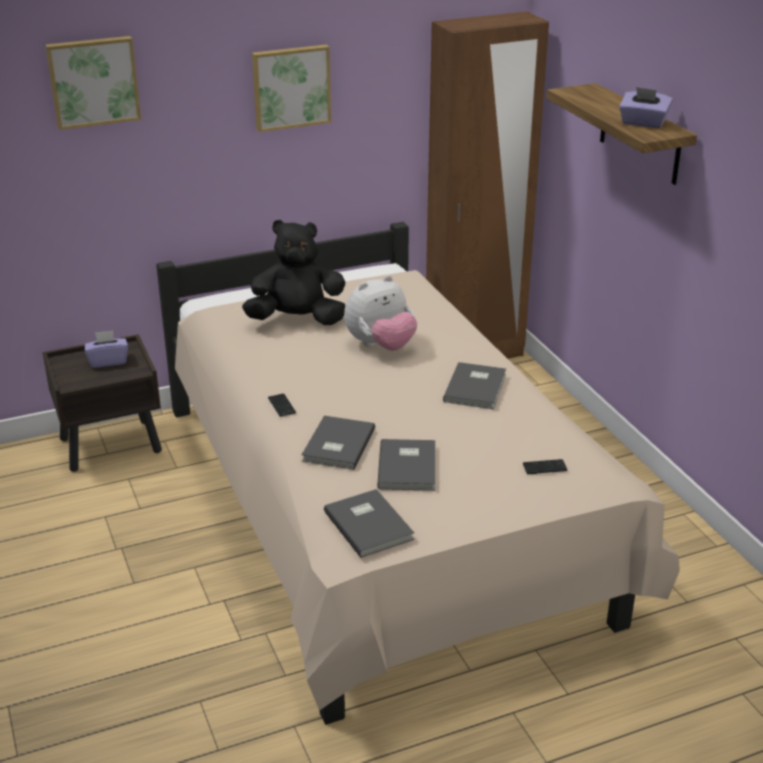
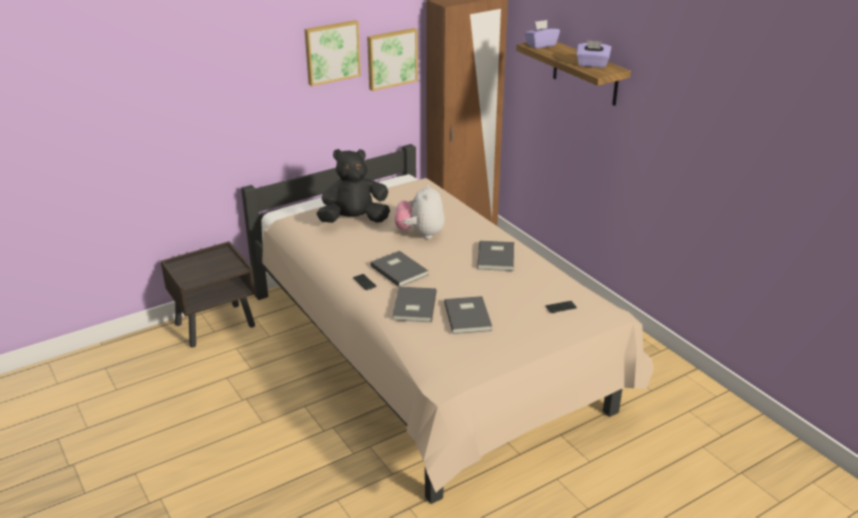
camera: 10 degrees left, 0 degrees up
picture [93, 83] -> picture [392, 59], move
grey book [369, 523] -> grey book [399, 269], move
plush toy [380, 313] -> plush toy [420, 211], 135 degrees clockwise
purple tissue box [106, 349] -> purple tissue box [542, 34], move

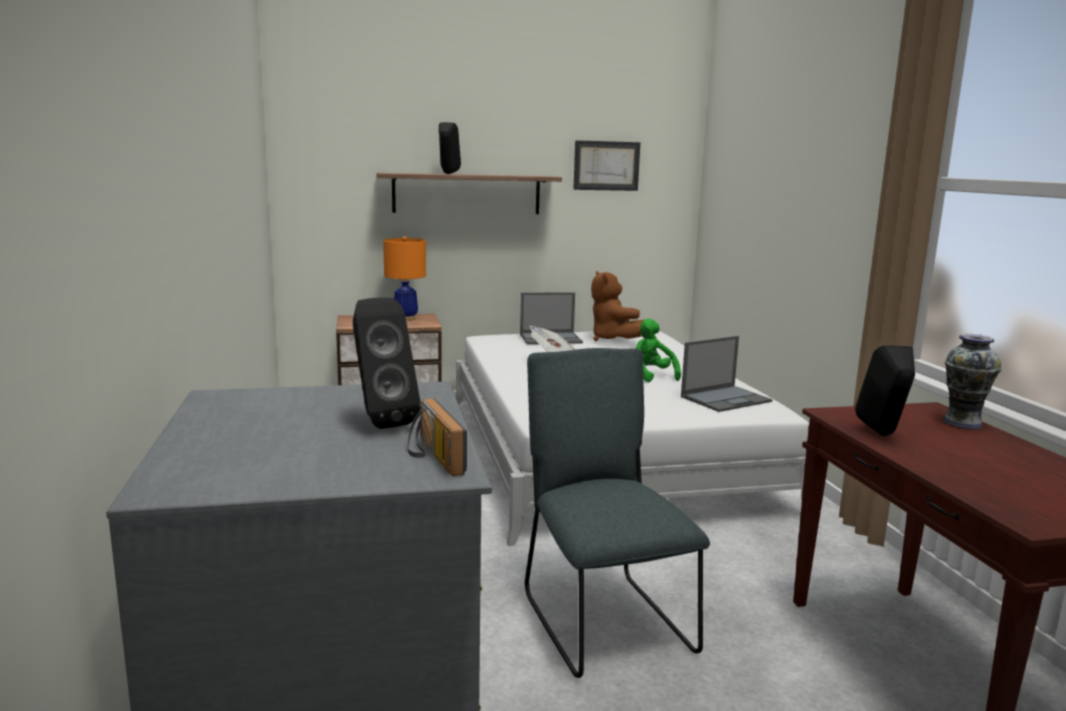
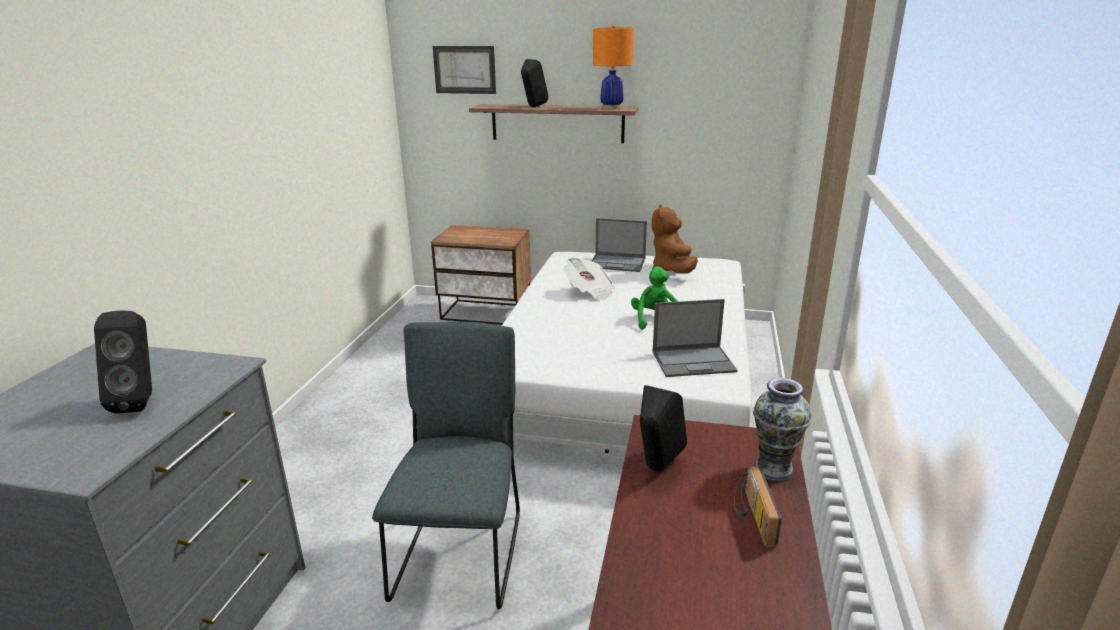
camera: 25 degrees right, 10 degrees up
picture [606, 165] -> picture [464, 70], move
orange table lamp [404, 279] -> orange table lamp [613, 66], move
radio [437, 437] -> radio [758, 506], move

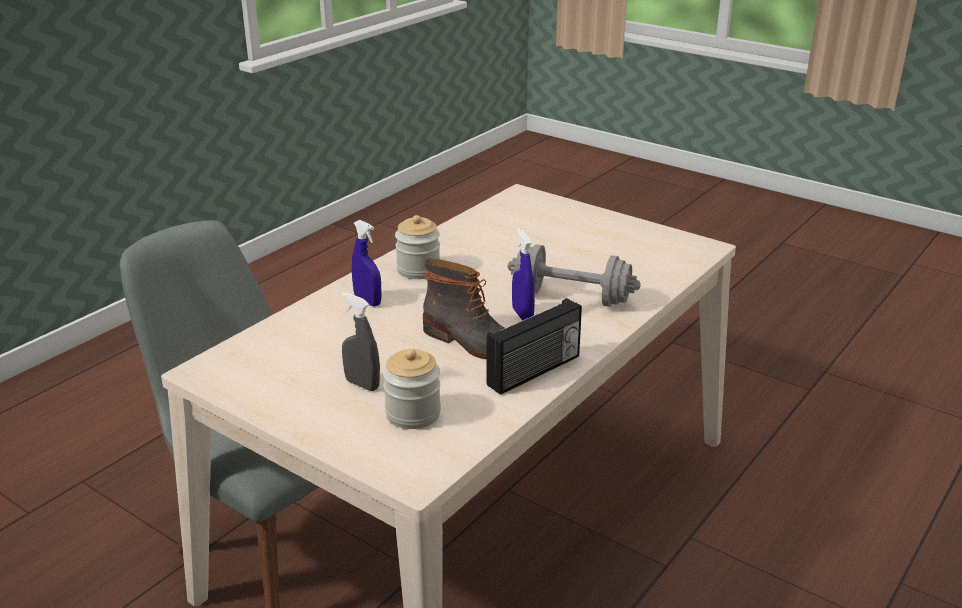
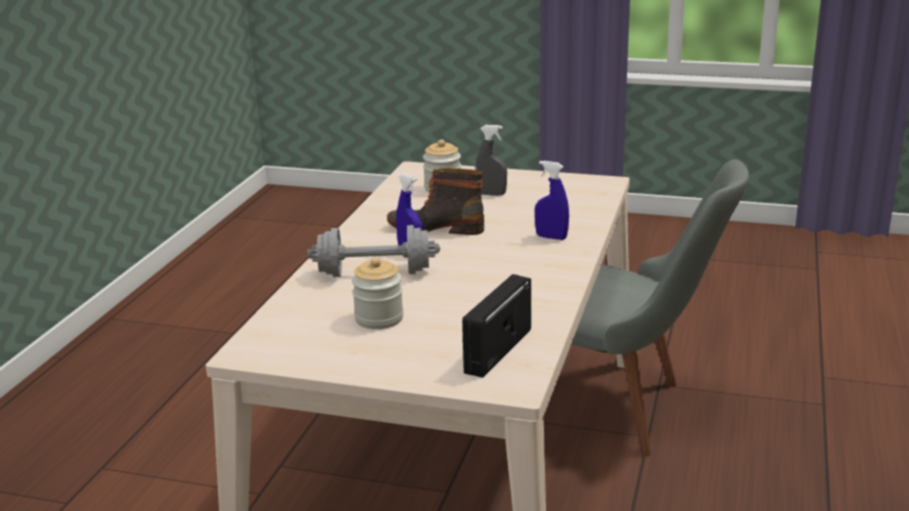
camera: 160 degrees right, 5 degrees down
jar [417, 247] -> jar [378, 293], move
radio [534, 346] -> radio [496, 326], move

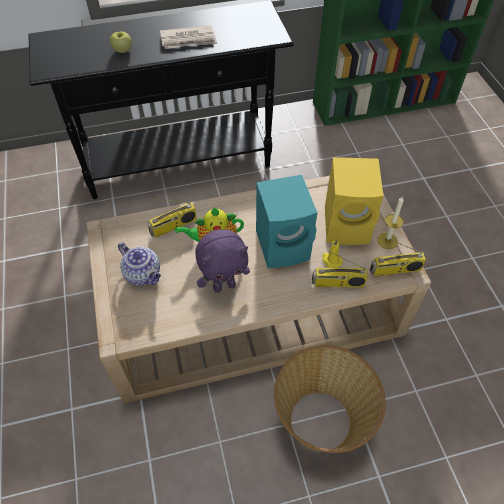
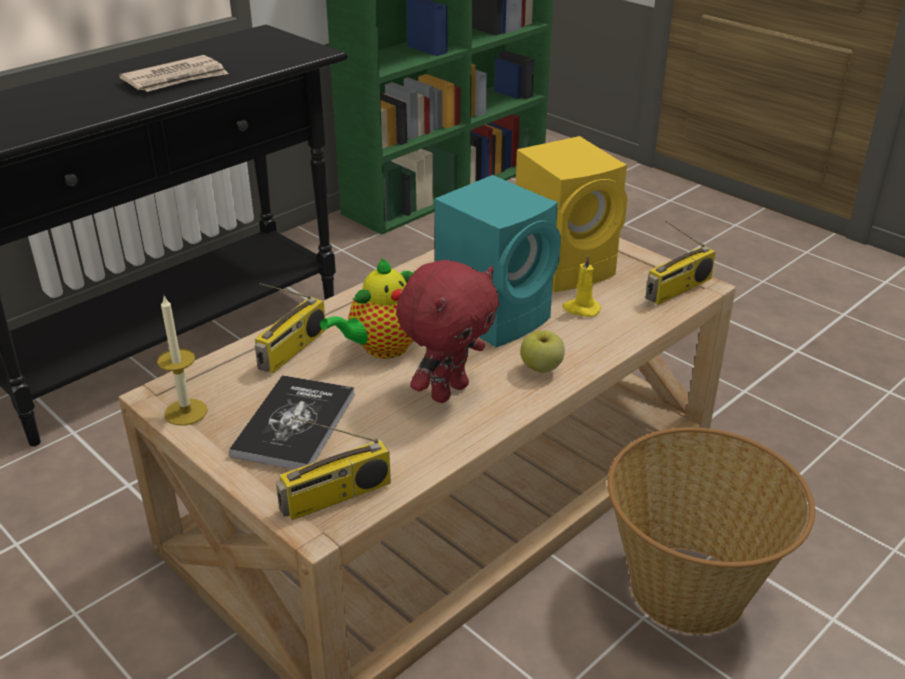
camera: 30 degrees left, 20 degrees down
candle [390, 222] -> candle [182, 361], move
teapot [139, 264] -> book [292, 422]
radio [340, 268] -> radio [333, 468], move
purple plush toy [222, 261] -> red plush toy [447, 331]
apple [121, 42] -> apple [542, 351], move

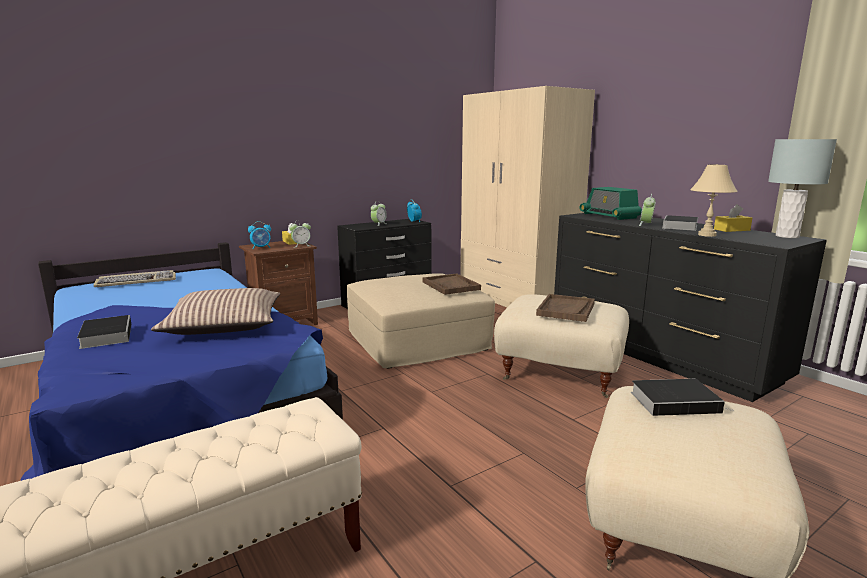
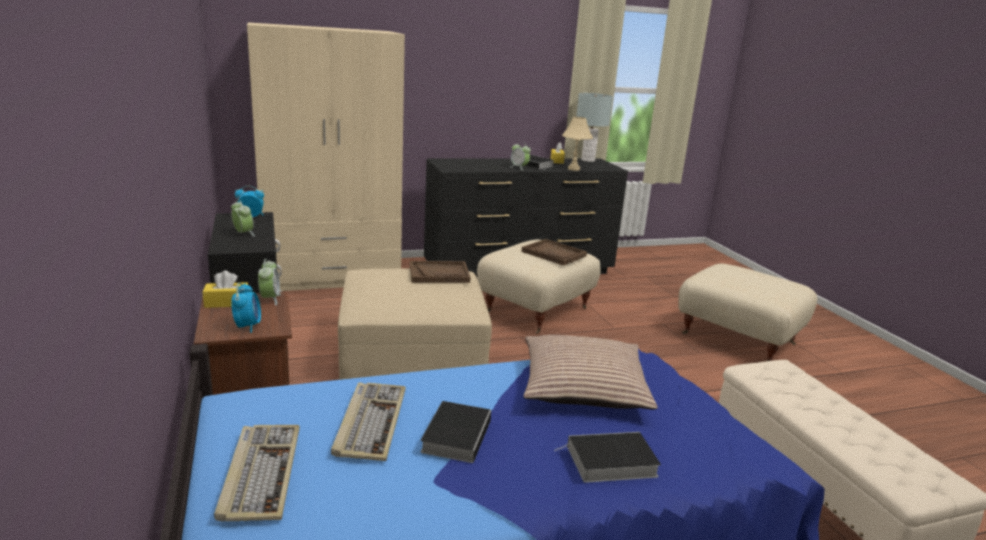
camera: 75 degrees left, 5 degrees up
none -> keyboard [368, 421]
book [682, 397] -> book [455, 432], move
radio [610, 203] -> none

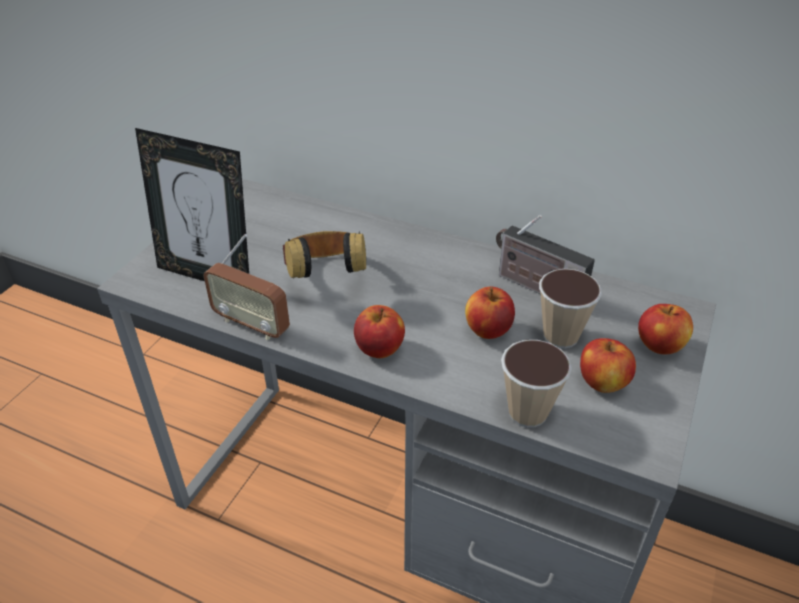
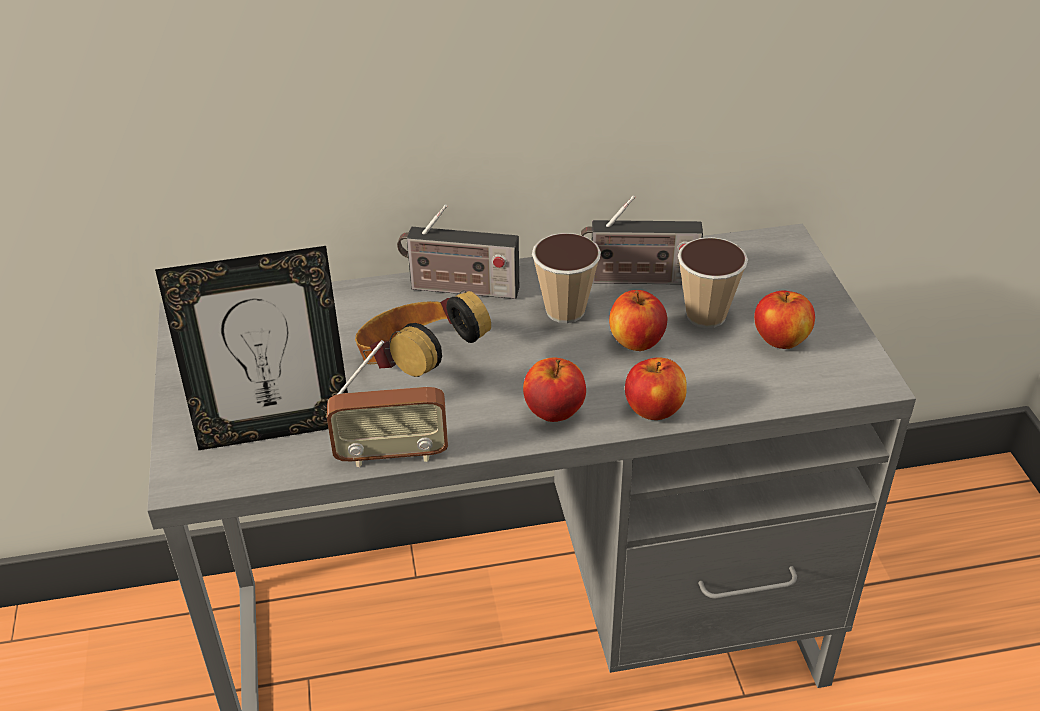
camera: 35 degrees left, 0 degrees up
none -> radio [458, 251]
cup [536, 384] -> cup [566, 278], move
apple [665, 329] -> apple [656, 388], move

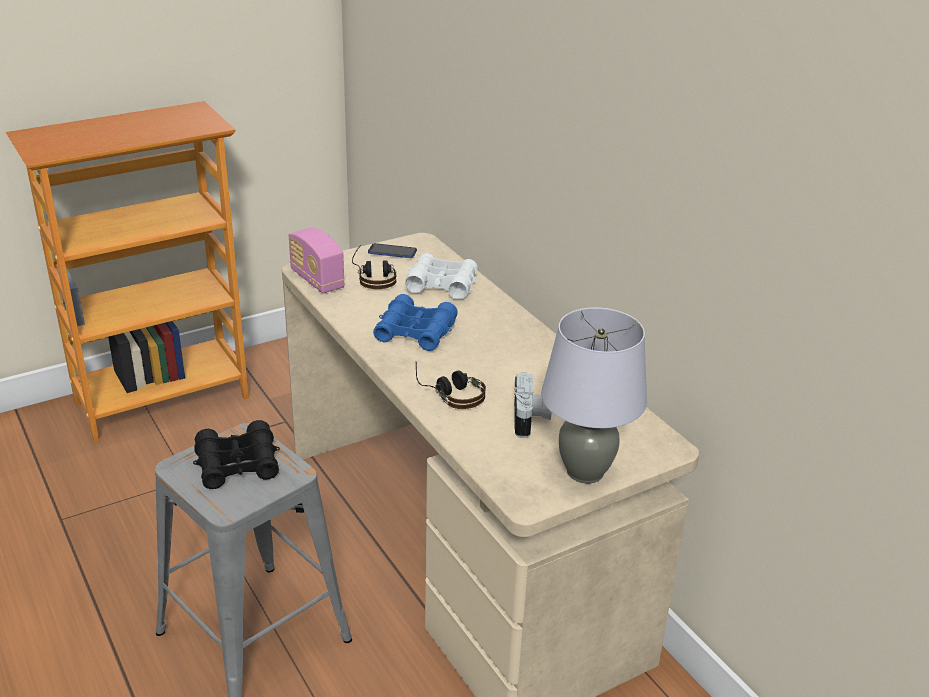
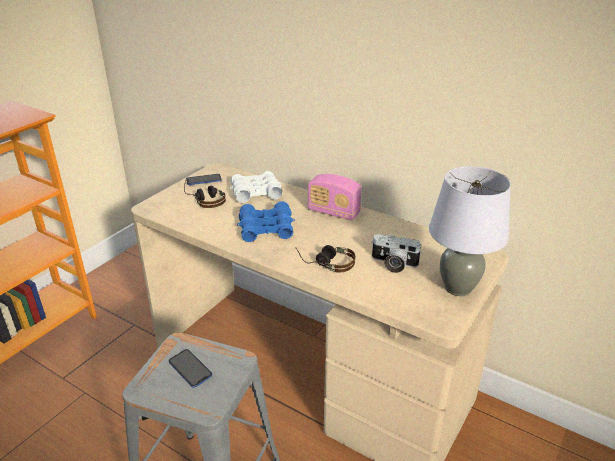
camera: 25 degrees left, 0 degrees up
black binoculars [236, 454] -> phone [190, 368]
radio [317, 261] -> radio [335, 197], move
photo camera [533, 405] -> photo camera [396, 253], 135 degrees clockwise

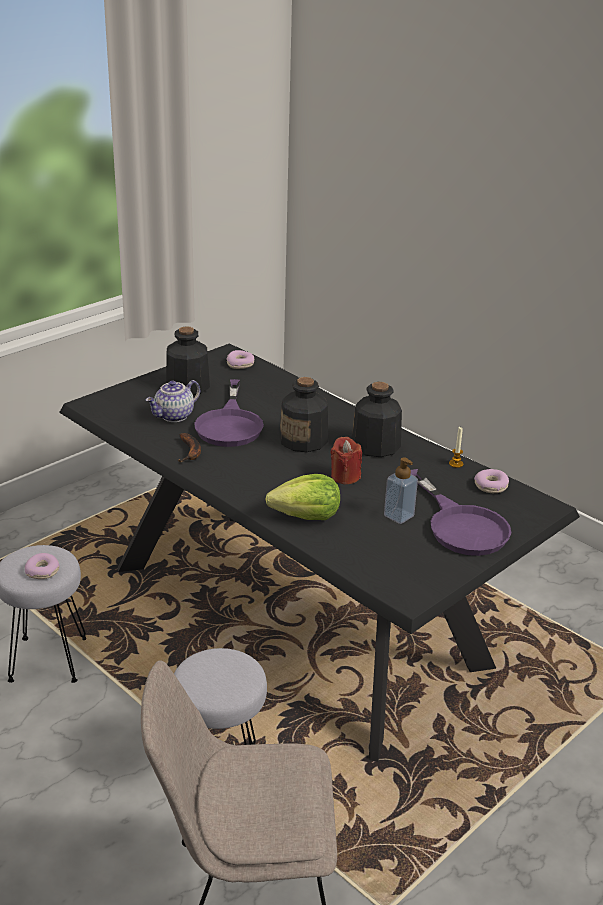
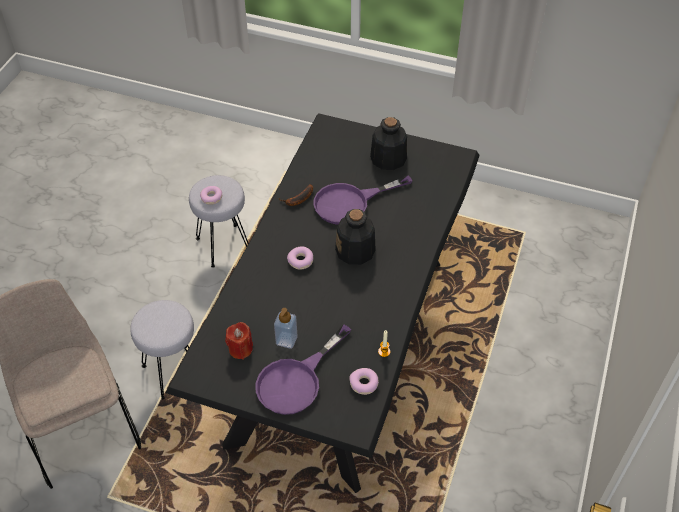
camera: 65 degrees right, 20 degrees up
red candle [346, 460] -> red candle [239, 341], move
donut [240, 359] -> donut [300, 258], move
teapot [173, 401] -> none
lettuce [302, 497] -> none
bottle [376, 419] -> none

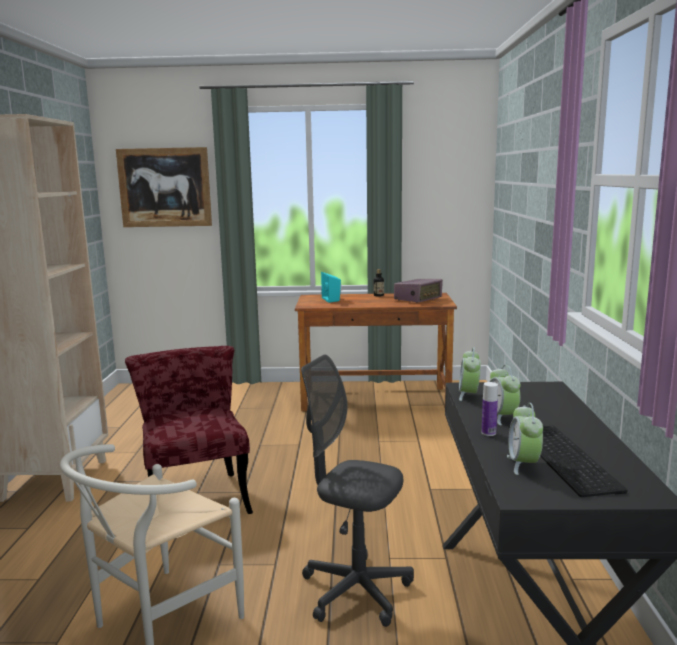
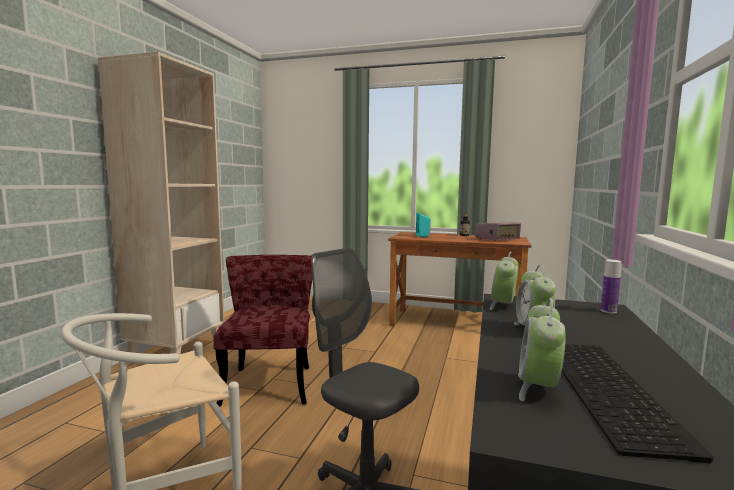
camera: 15 degrees right, 5 degrees down
bottle [490, 409] -> bottle [611, 286], move
picture [164, 187] -> none

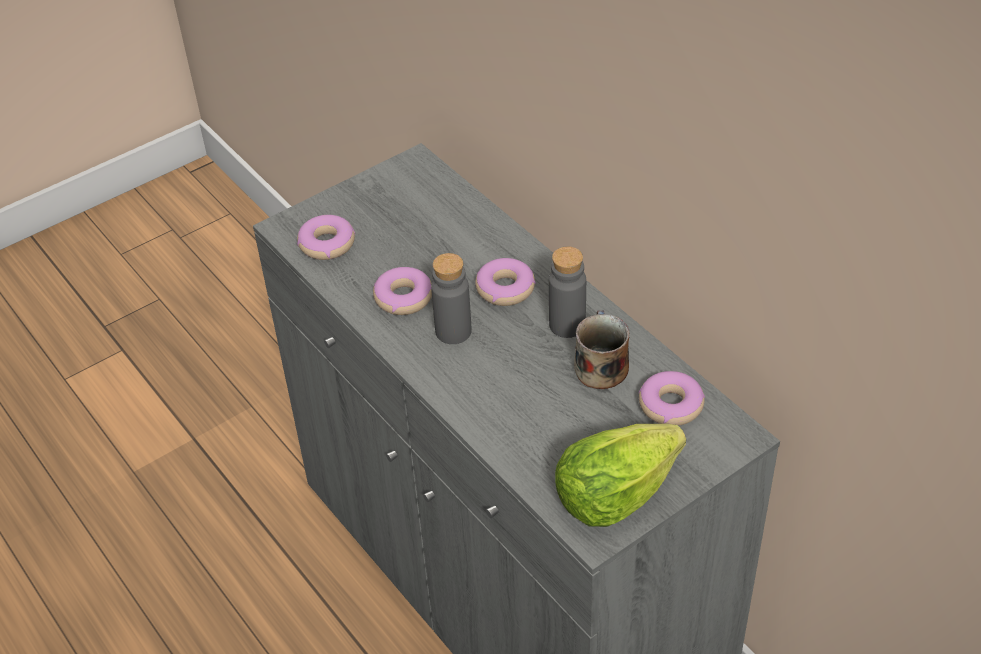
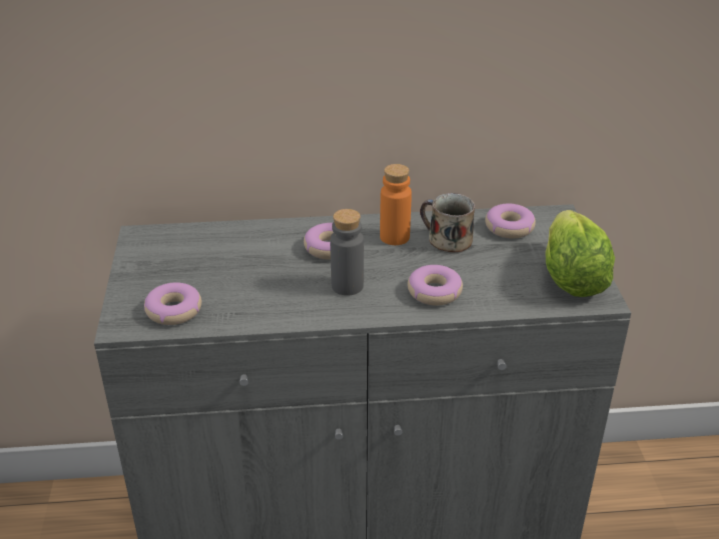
camera: 60 degrees left, 10 degrees down
grey bottle [567, 292] -> orange bottle [396, 204]
donut [402, 291] -> donut [435, 285], move

